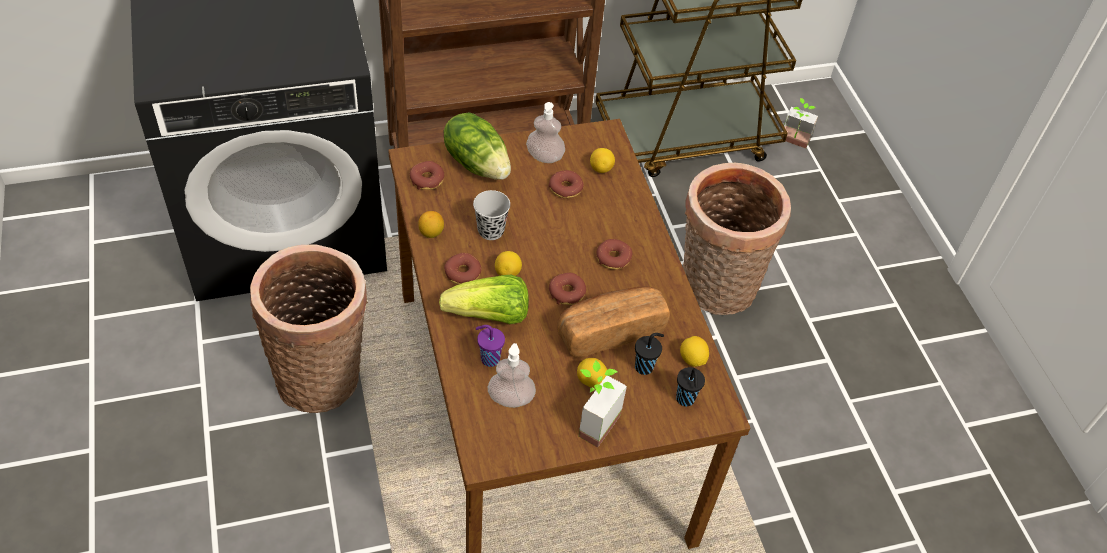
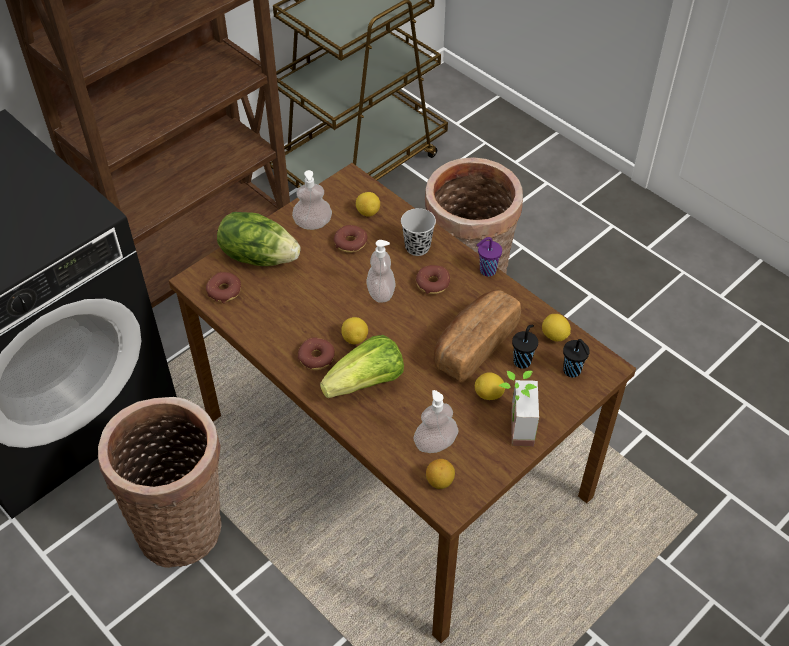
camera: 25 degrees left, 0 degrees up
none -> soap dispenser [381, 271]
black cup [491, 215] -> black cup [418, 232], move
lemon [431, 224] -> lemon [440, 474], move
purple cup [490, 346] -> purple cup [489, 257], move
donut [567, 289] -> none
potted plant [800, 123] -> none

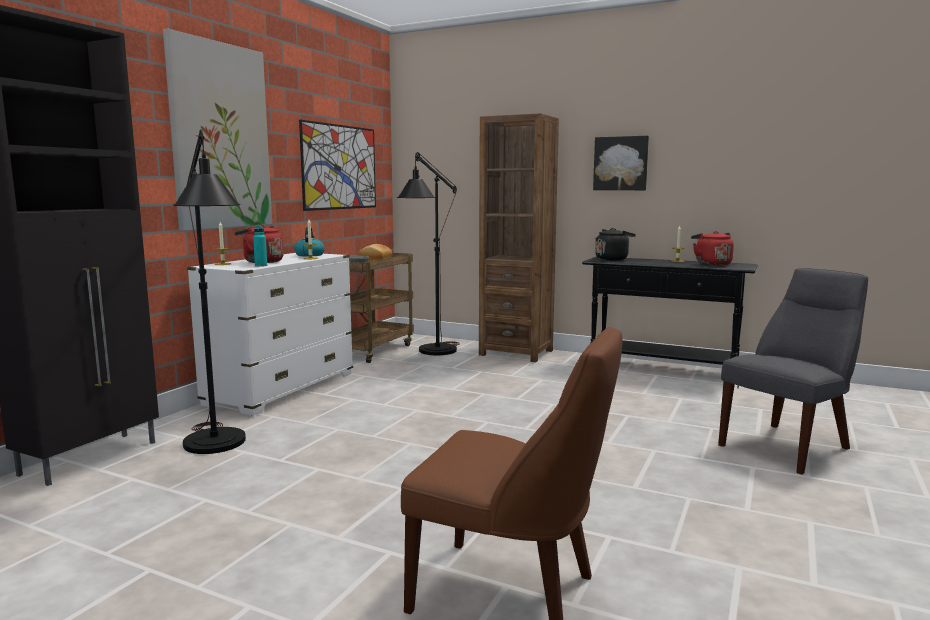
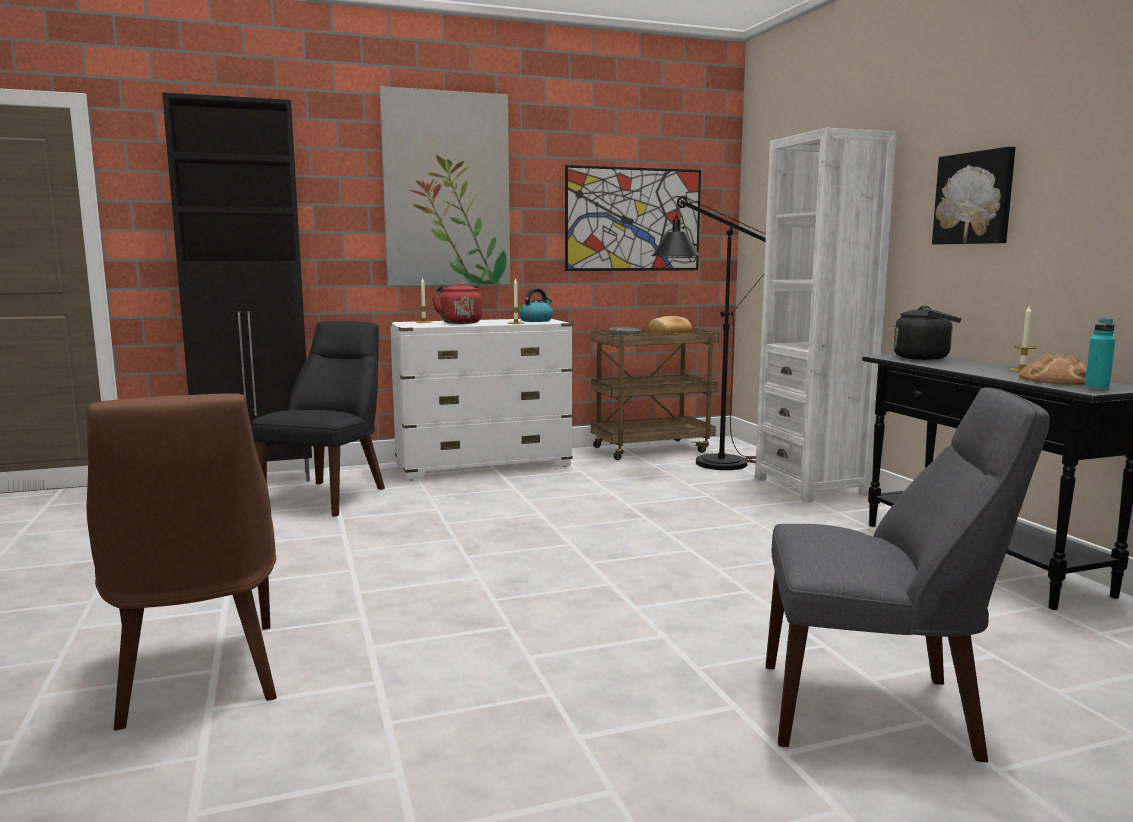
camera: 45 degrees right, 0 degrees up
black floor lamp [209, 291] -> black chair [318, 419]
brown bookcase [519, 237] -> white bookcase [826, 315]
red kettle [712, 248] -> bread [1053, 369]
turquoise bottle [260, 246] -> turquoise bottle [1100, 354], move

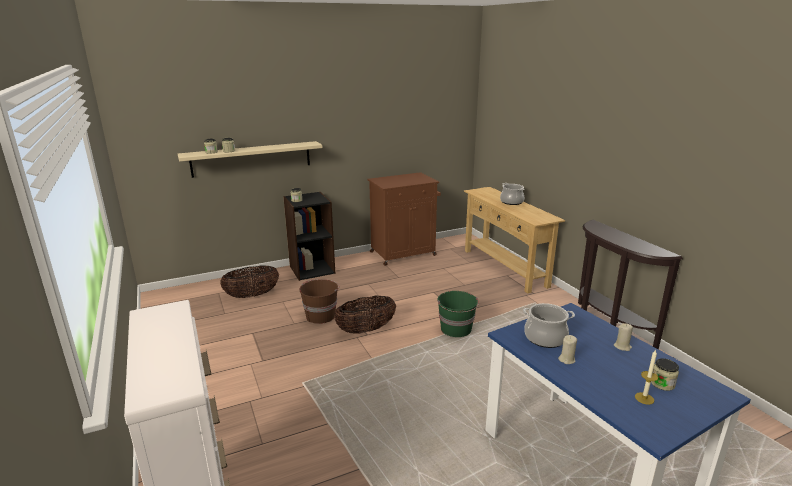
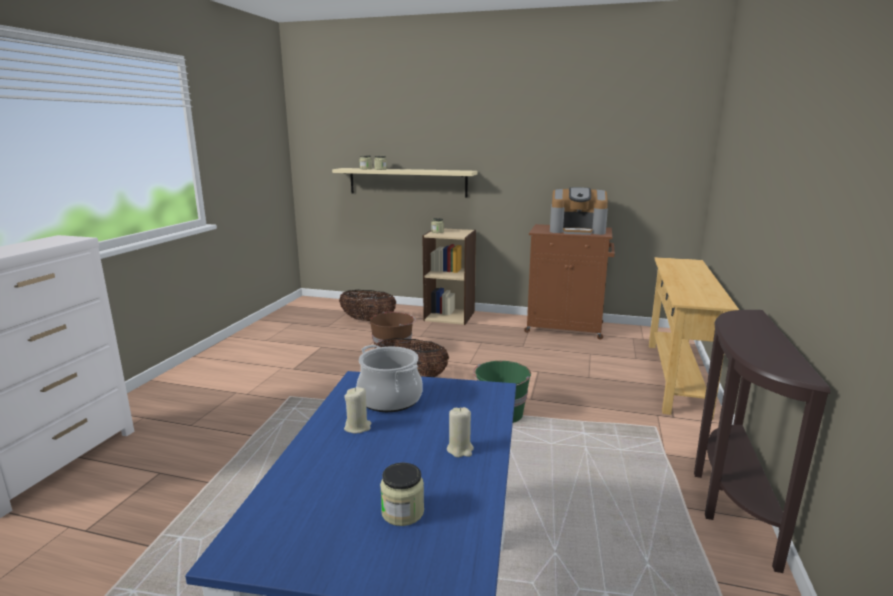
camera: 40 degrees right, 5 degrees down
black bookcase [309, 236] -> beige bookcase [449, 277]
none -> coffee machine [579, 211]
cooking pot [512, 194] -> none
candle [646, 377] -> none

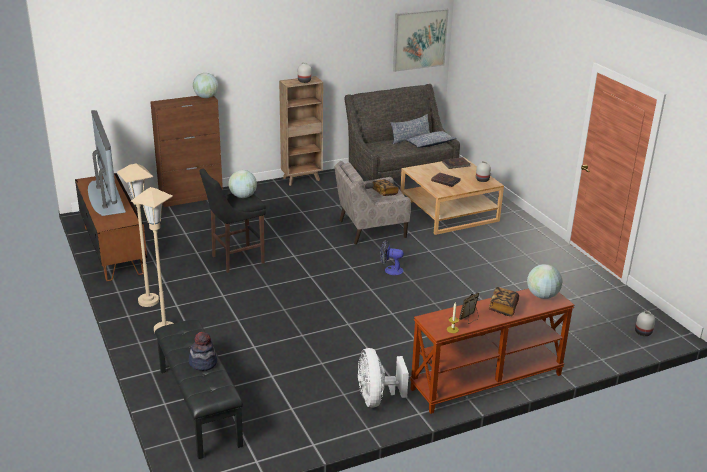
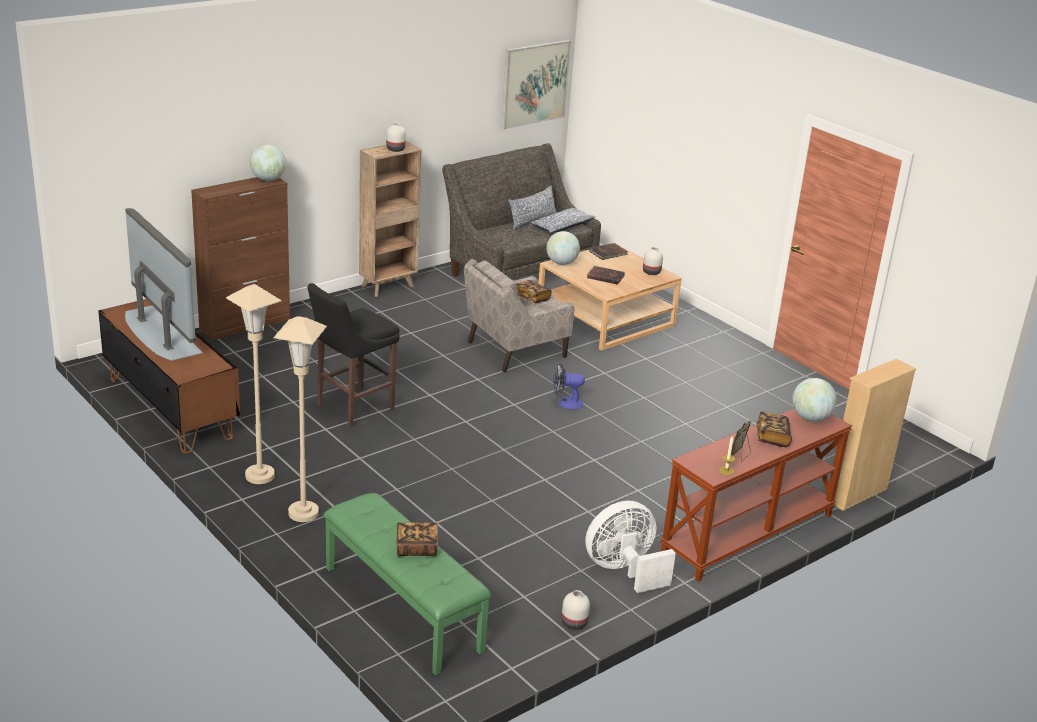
camera: 15 degrees left, 0 degrees up
black bench [199, 389] -> green bench [407, 584]
hat [203, 351] -> book [417, 539]
globe [243, 184] -> globe [563, 248], move
white vase [645, 323] -> white vase [576, 610], move
white fan [383, 377] -> white fan [630, 547], 90 degrees clockwise
none -> beige bookcase [875, 435]

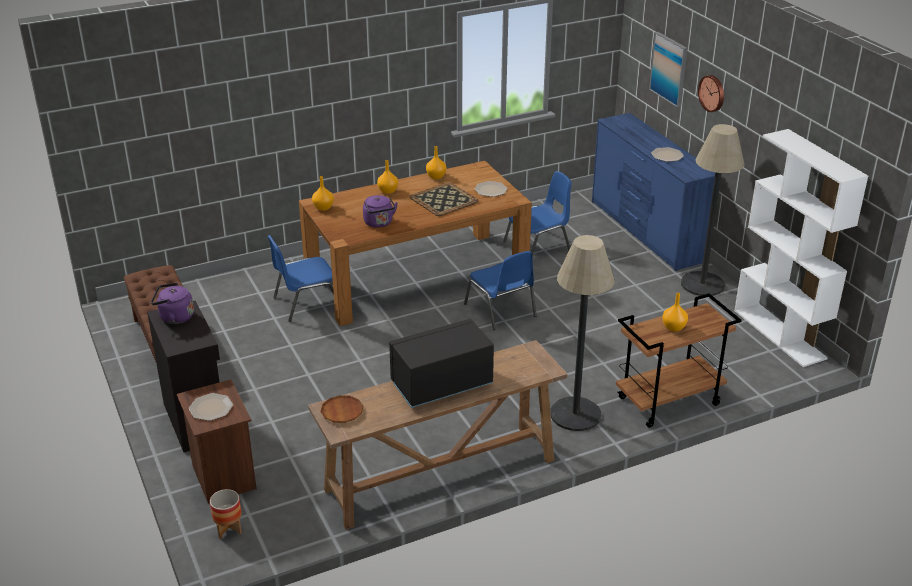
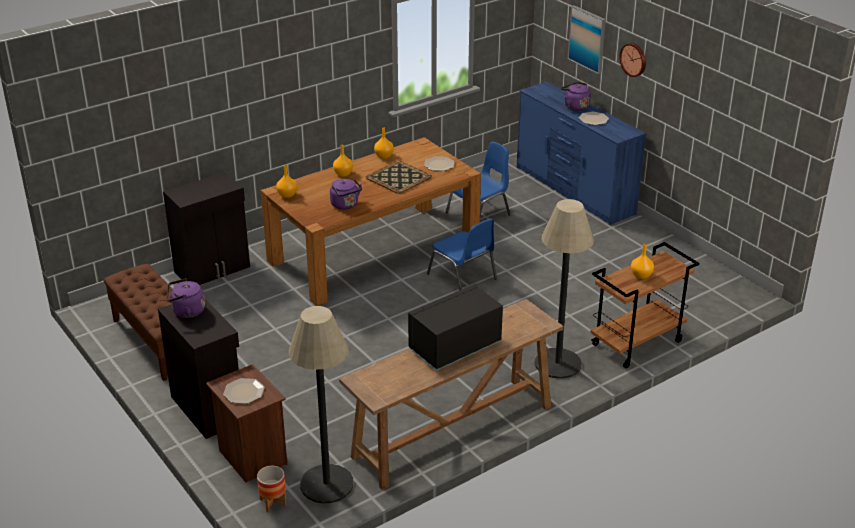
camera: 10 degrees left, 0 degrees up
none -> black cabinet [206, 228]
floor lamp [713, 210] -> floor lamp [321, 404], move
none -> purple kettle [576, 96]
blue chair [300, 278] -> none
brown plate [341, 409] -> none
white bookcase [801, 248] -> none

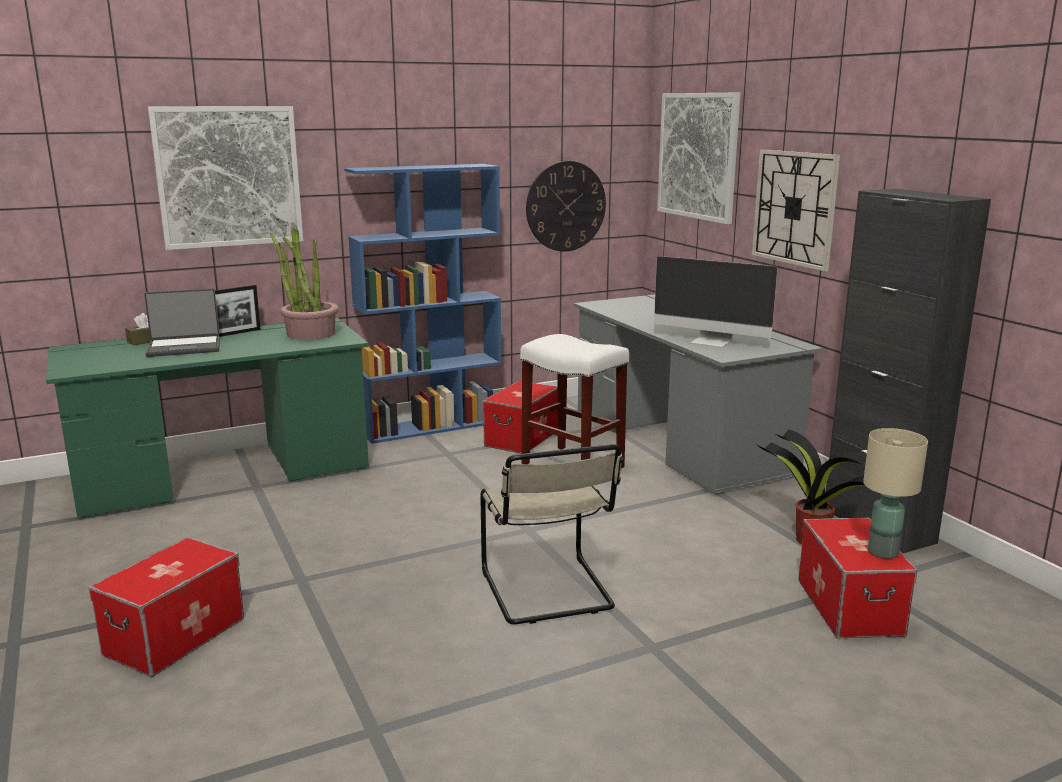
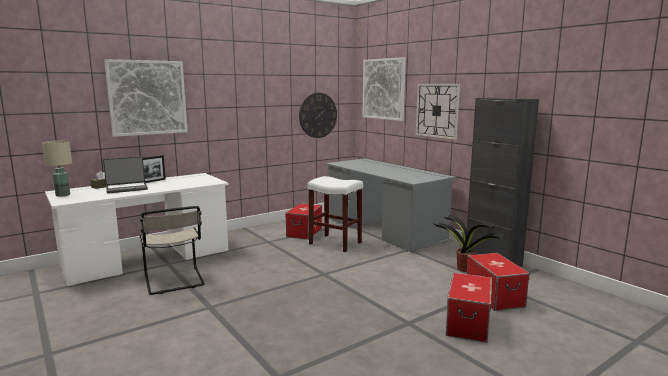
camera: 10 degrees left, 5 degrees down
beige table lamp [895, 493] -> beige table lamp [57, 169], move
green desk [207, 418] -> white desk [137, 229]
beige chair [551, 534] -> beige chair [172, 250], move
storage box [166, 607] -> storage box [469, 308], move
potted plant [304, 284] -> none
blue bookcase [423, 304] -> none
monitor [716, 301] -> none

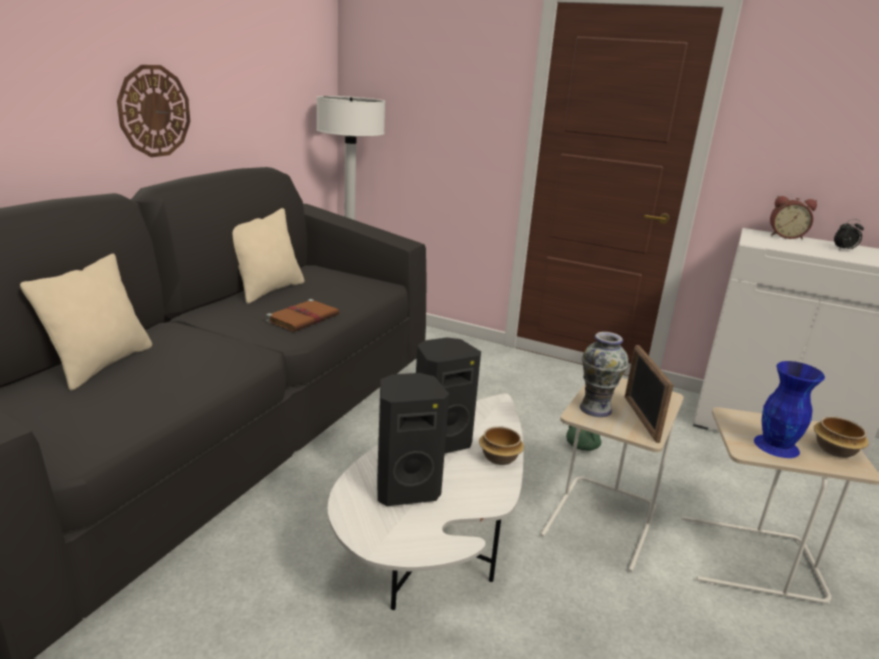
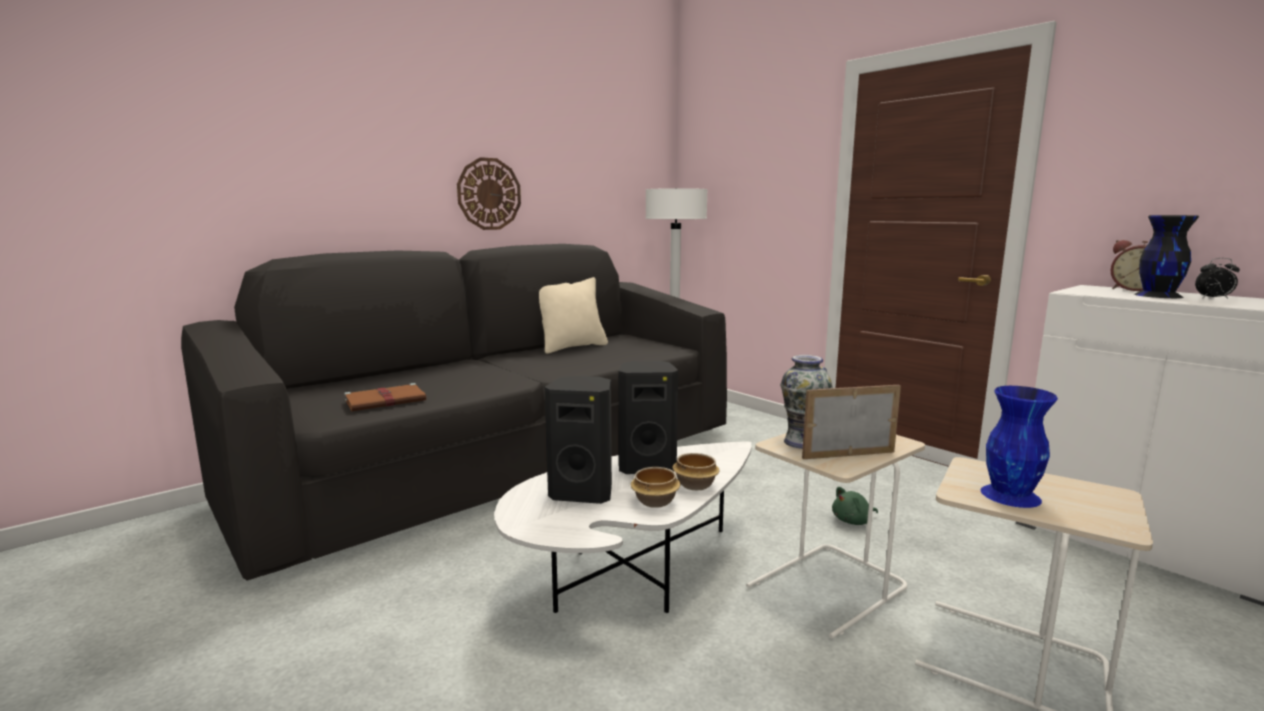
camera: 25 degrees right, 10 degrees down
brown book [302, 315] -> brown book [385, 397], move
bowl [841, 437] -> bowl [655, 487], move
picture frame [649, 394] -> picture frame [851, 422], 60 degrees clockwise
none -> black vase [1166, 256]
beige pillow [86, 322] -> none

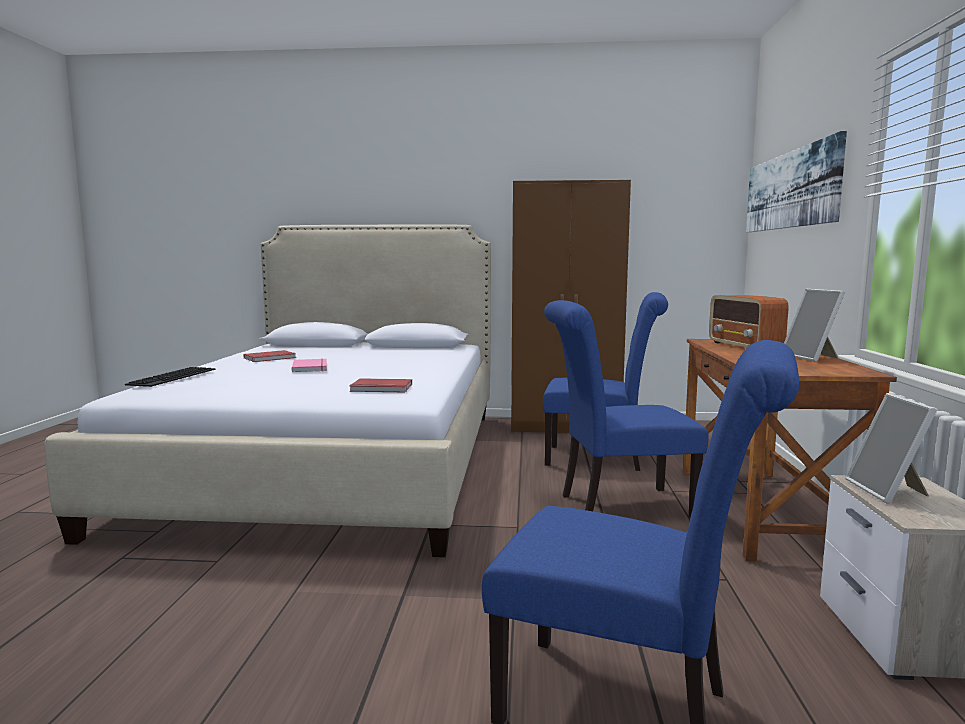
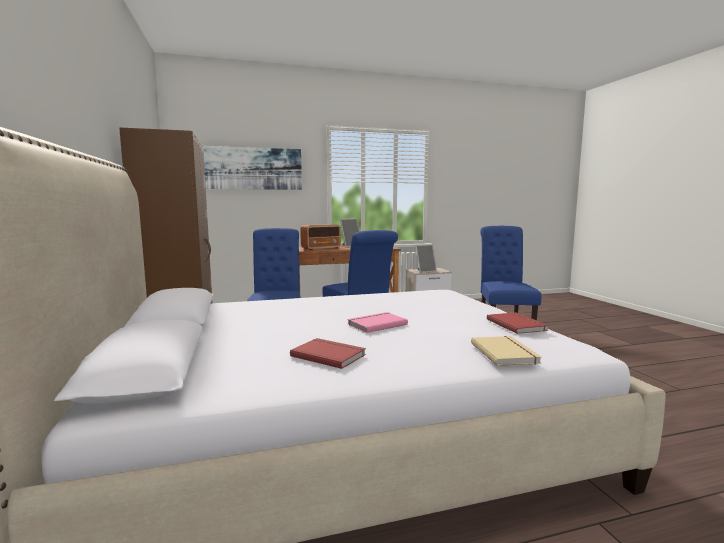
camera: 110 degrees left, 0 degrees up
keyboard [170, 377] -> beige book [506, 351]
red book [381, 385] -> red book [518, 323], move

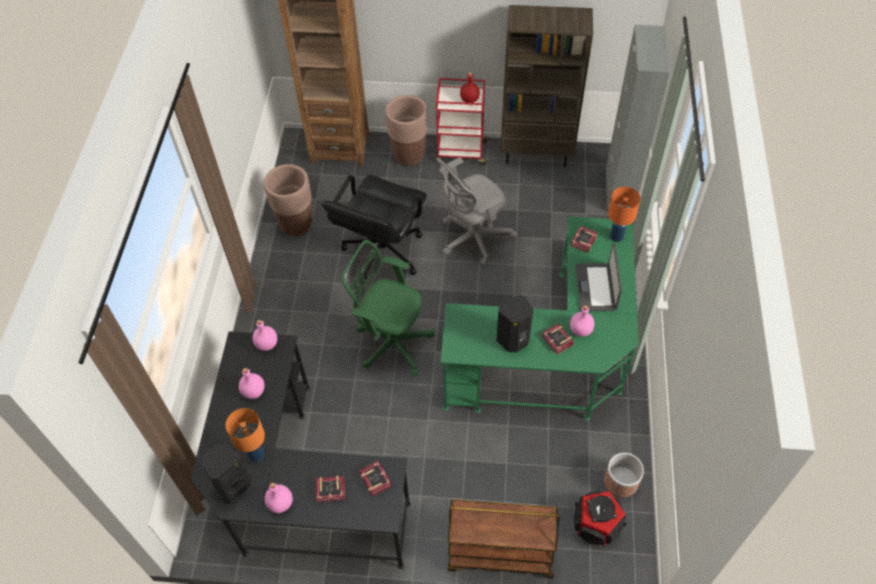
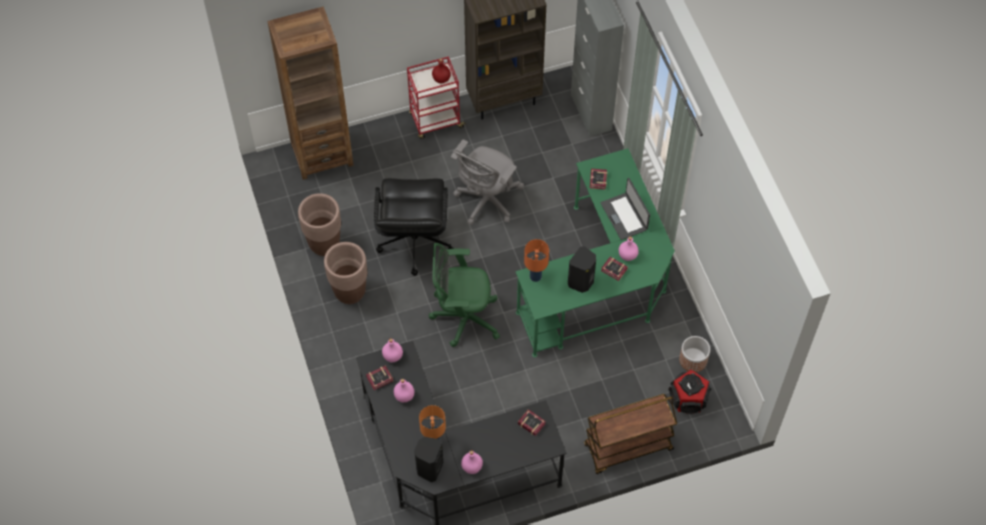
camera: 25 degrees left, 5 degrees up
brown planter [406, 130] -> brown planter [345, 273], move
book [330, 489] -> book [379, 377], move
orange table lamp [624, 214] -> orange table lamp [536, 260], move

